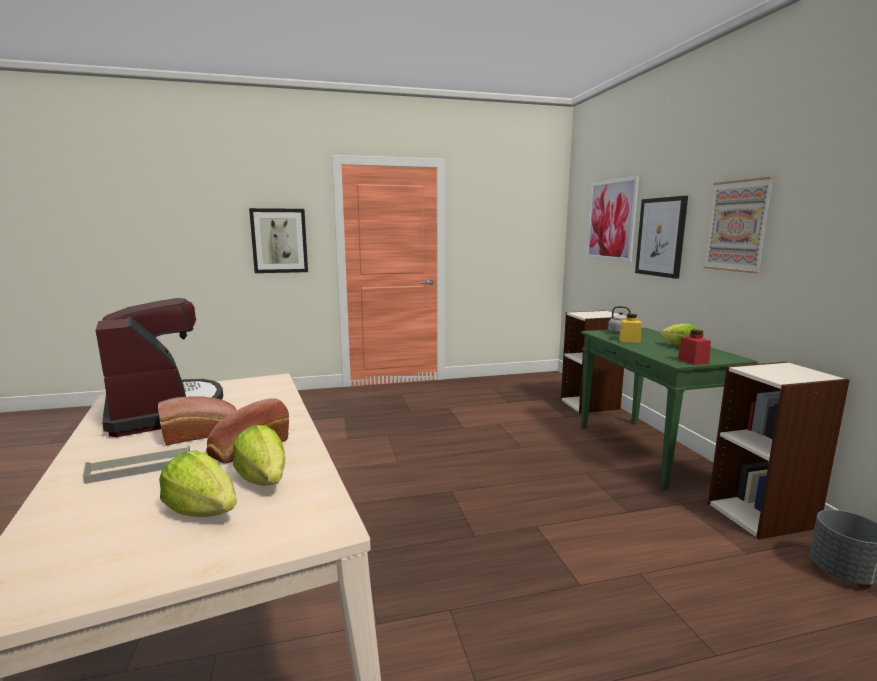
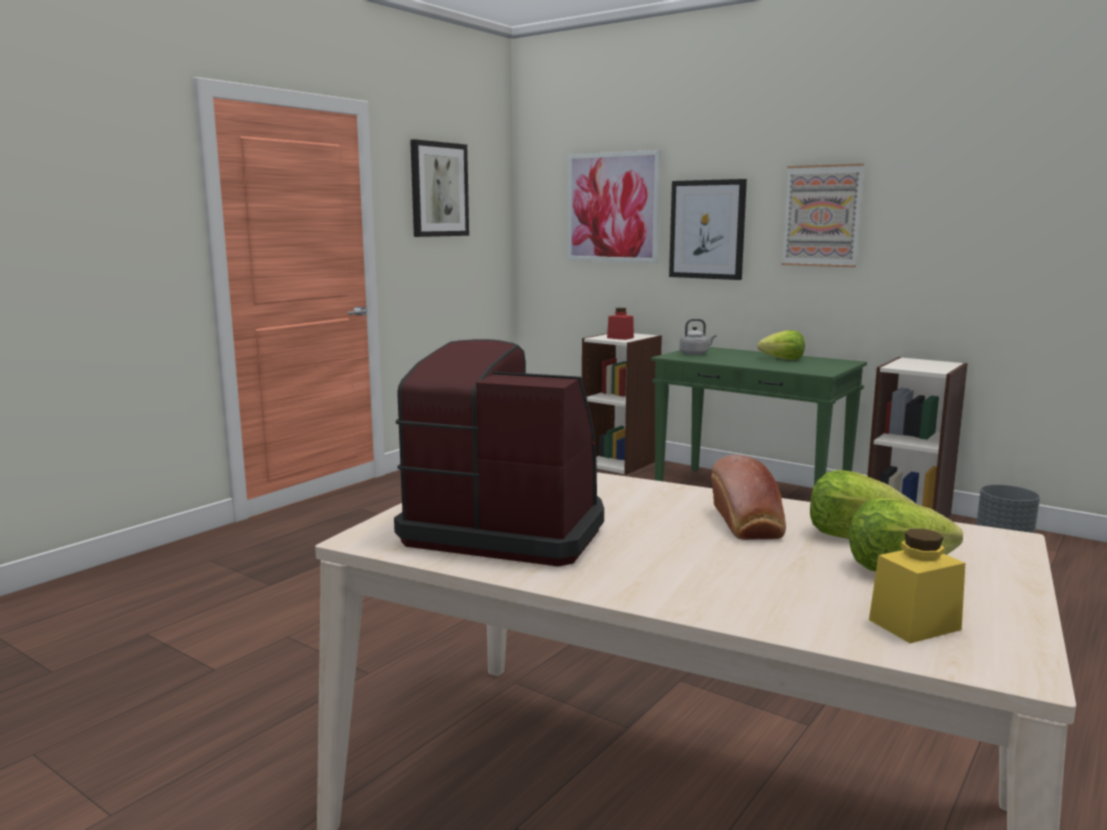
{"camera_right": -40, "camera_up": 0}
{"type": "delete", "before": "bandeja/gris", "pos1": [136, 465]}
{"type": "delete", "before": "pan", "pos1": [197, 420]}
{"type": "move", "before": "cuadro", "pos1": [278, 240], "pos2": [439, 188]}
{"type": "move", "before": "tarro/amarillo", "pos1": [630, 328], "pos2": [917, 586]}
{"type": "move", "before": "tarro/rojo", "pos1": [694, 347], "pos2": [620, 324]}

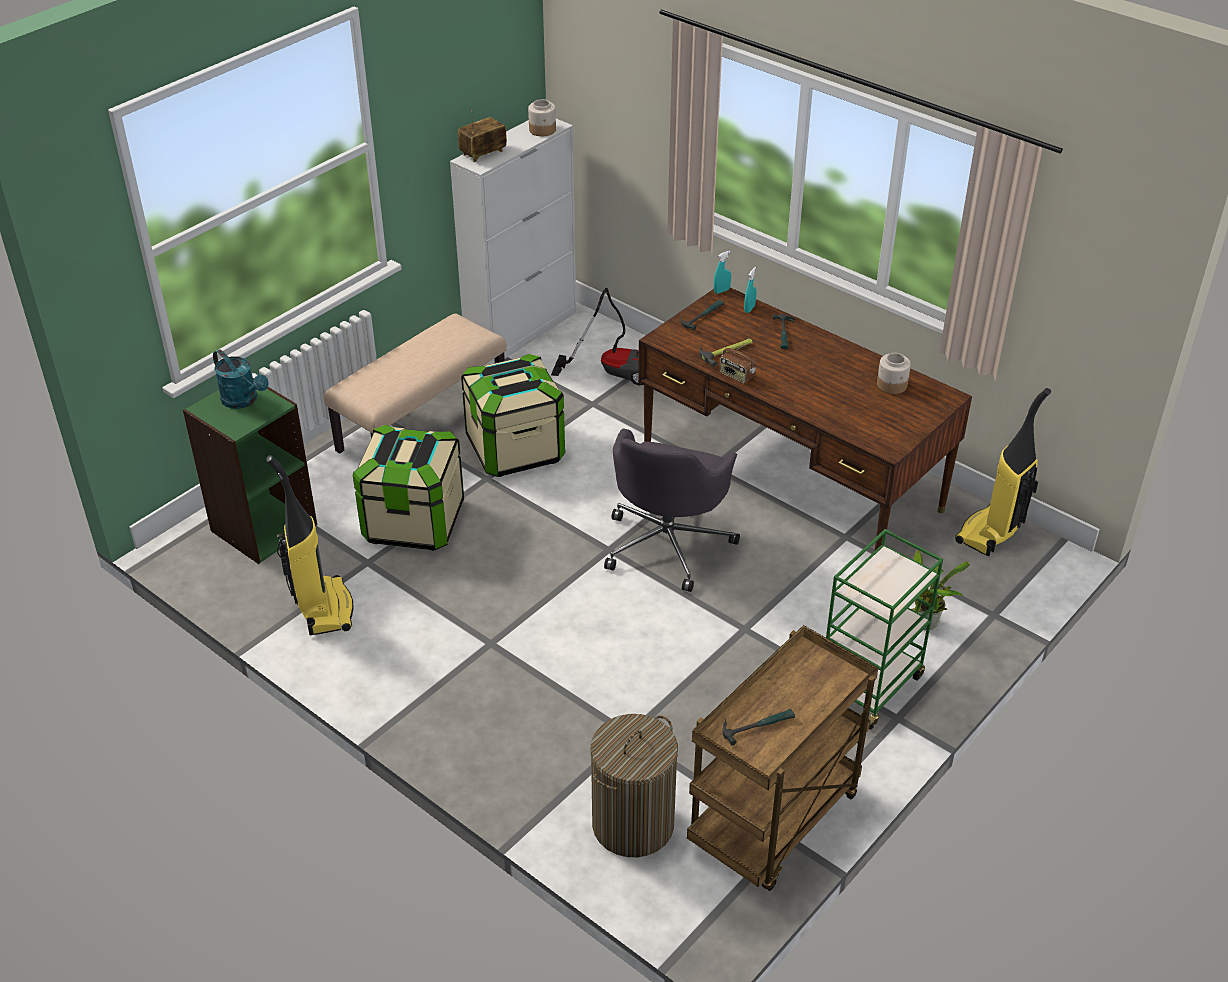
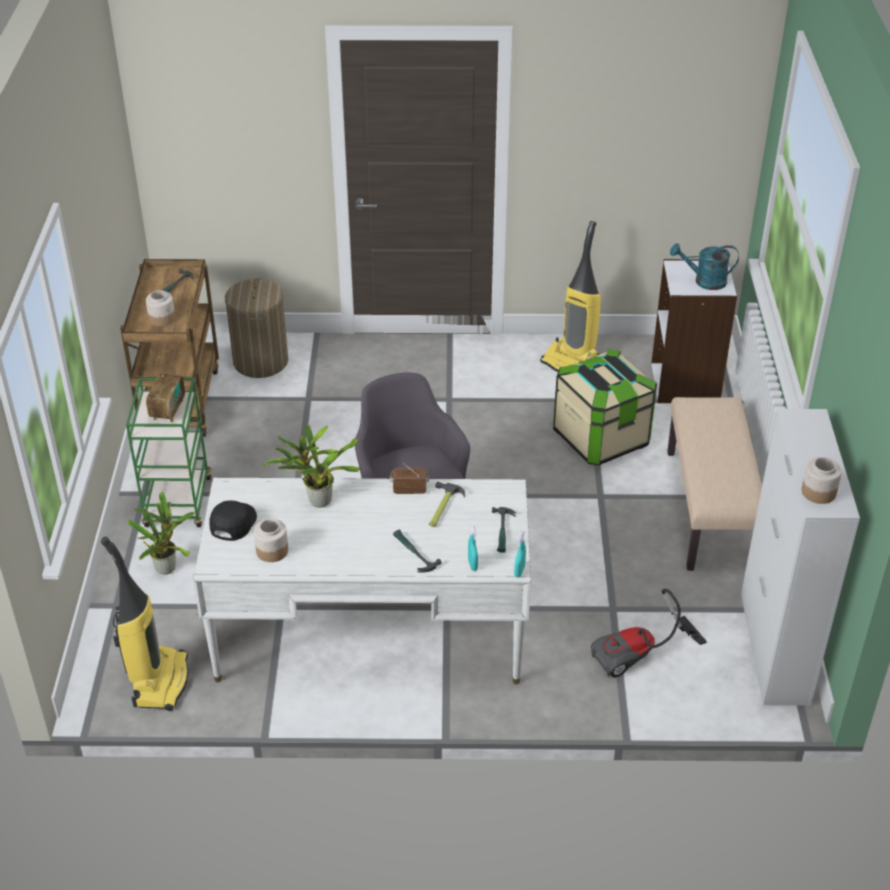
{"camera_right": 140, "camera_up": 0}
{"type": "delete", "before": "caja de almacenaje", "pos1": [513, 415]}
{"type": "insert", "after": "tarro", "pos2": [160, 308]}
{"type": "insert", "after": "gorra/negro", "pos2": [233, 520]}
{"type": "insert", "after": "planta en maceta", "pos2": [311, 466]}
{"type": "move", "before": "radio", "pos1": [482, 136], "pos2": [165, 389]}
{"type": "recolor", "before": "estantería/verde", "after": "estantería/blanco", "pos1": [250, 471], "pos2": [694, 331]}
{"type": "recolor", "before": "escritorio/marrón", "after": "escritorio/blanco", "pos1": [805, 419], "pos2": [362, 581]}

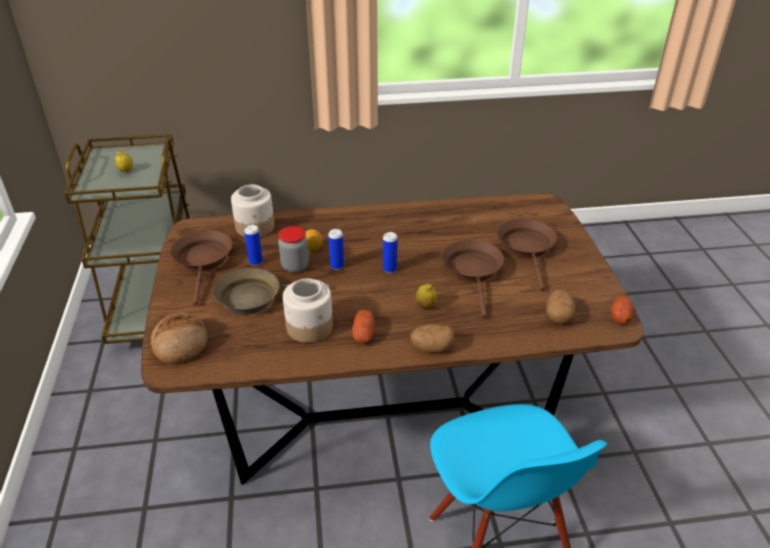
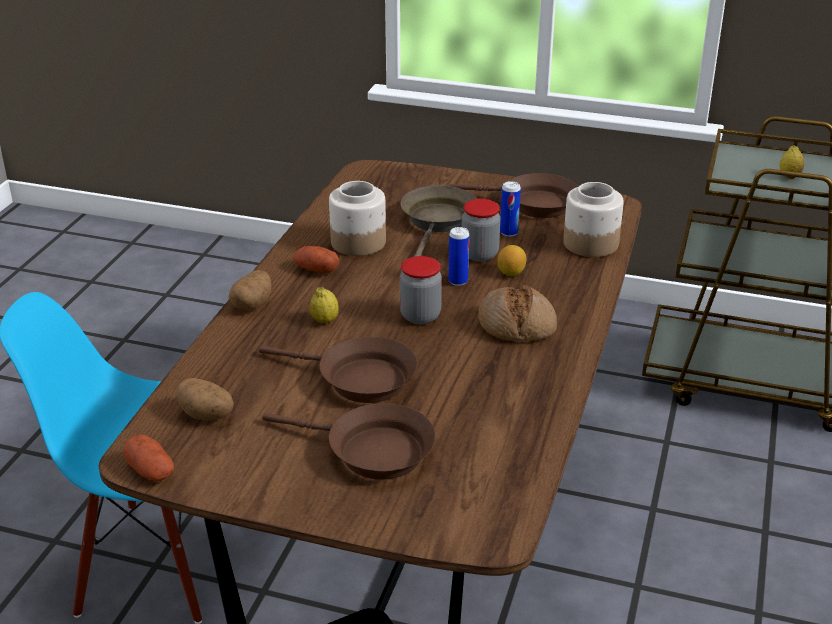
{"camera_right": 115, "camera_up": -5}
{"type": "move", "before": "pan", "pos1": [179, 338], "pos2": [517, 313]}
{"type": "replace", "before": "lata", "after": "tarro", "pos1": [390, 252], "pos2": [421, 290]}

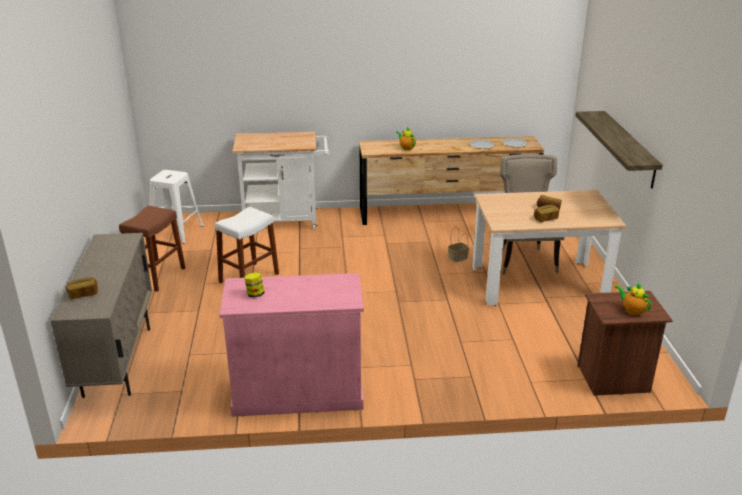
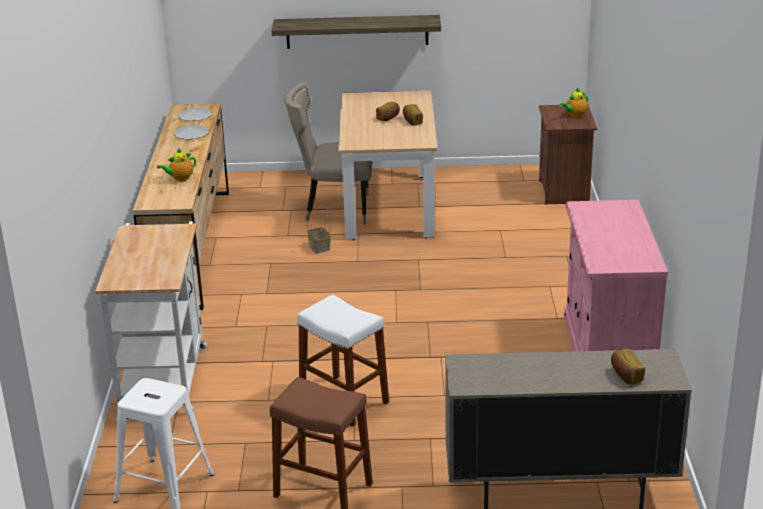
{"camera_right": -85, "camera_up": 0}
{"type": "delete", "before": "tarro", "pos1": [254, 285]}

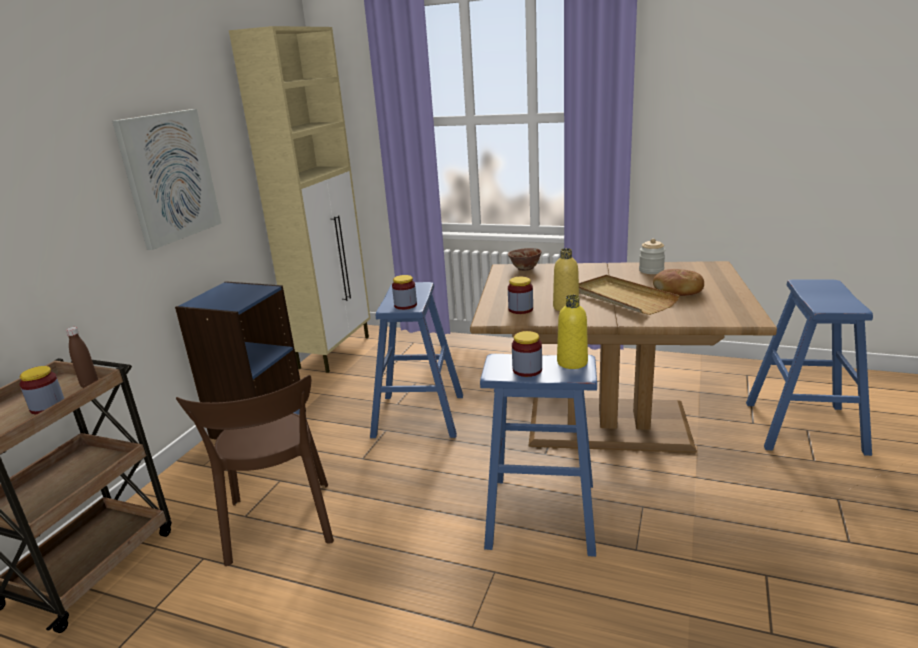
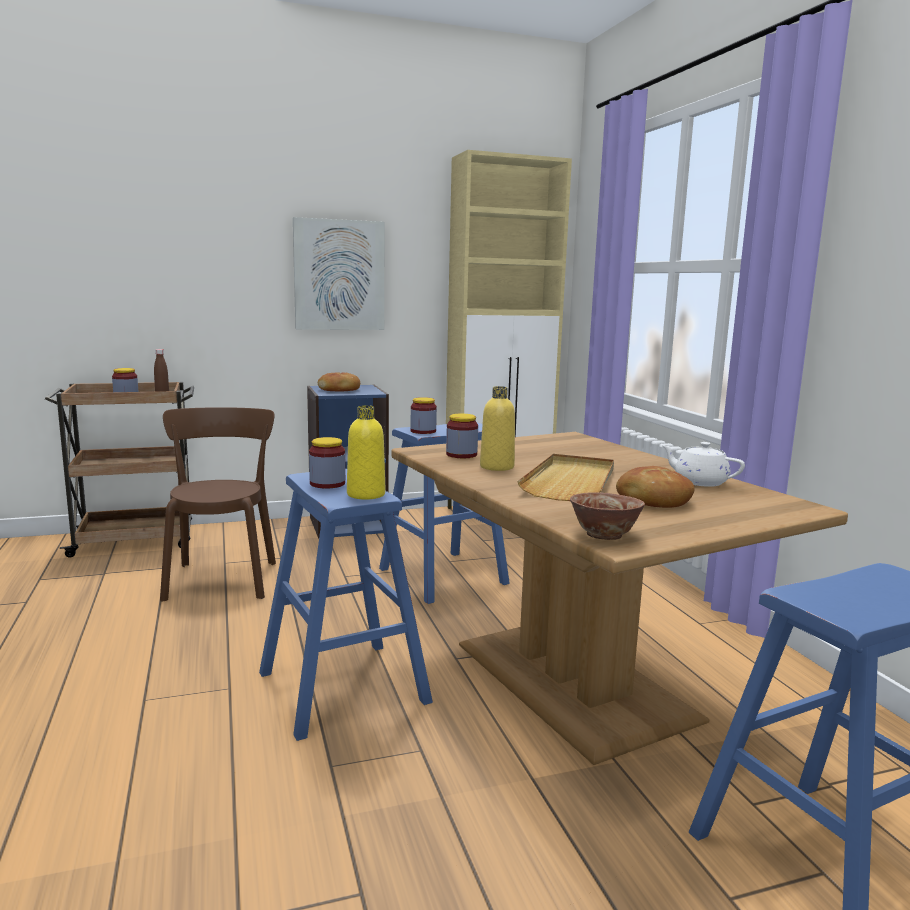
{"camera_right": 50, "camera_up": -10}
{"type": "insert", "after": "pan", "pos2": [339, 382]}
{"type": "move", "before": "cuenco", "pos1": [525, 259], "pos2": [607, 516]}
{"type": "replace", "before": "tarro", "after": "tetera/blanco", "pos1": [652, 256], "pos2": [703, 464]}
{"type": "rotate", "before": "silla/marrón", "pos1": [255, 470], "pos2": [218, 504], "turn": 135}

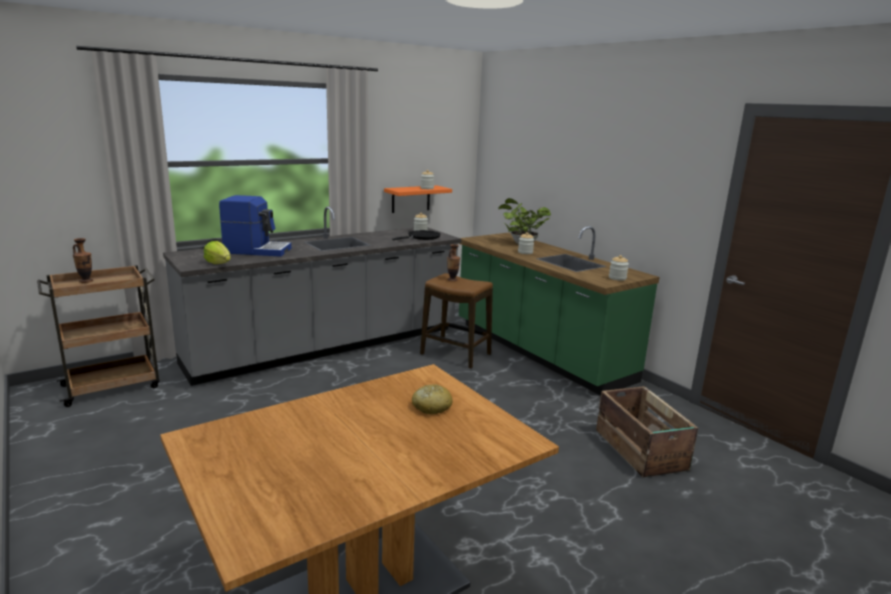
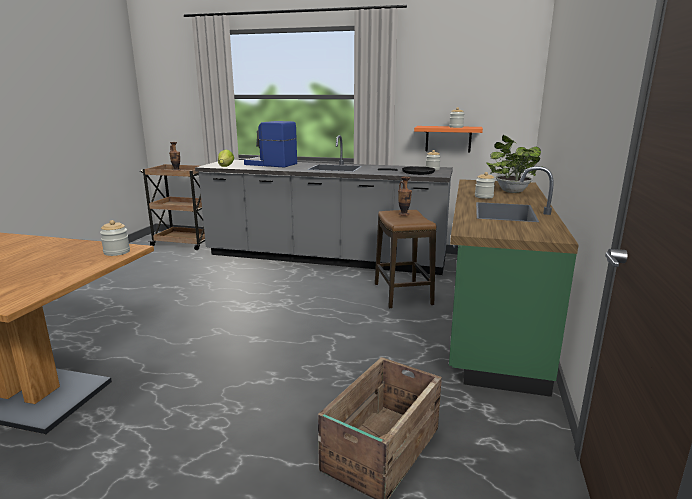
{"camera_right": 50, "camera_up": 0}
{"type": "delete", "before": "pan", "pos1": [432, 399]}
{"type": "move", "before": "tarro", "pos1": [619, 268], "pos2": [115, 238]}
{"type": "rotate", "before": "cafetera", "pos1": [255, 226], "pos2": [270, 144], "turn": 150}

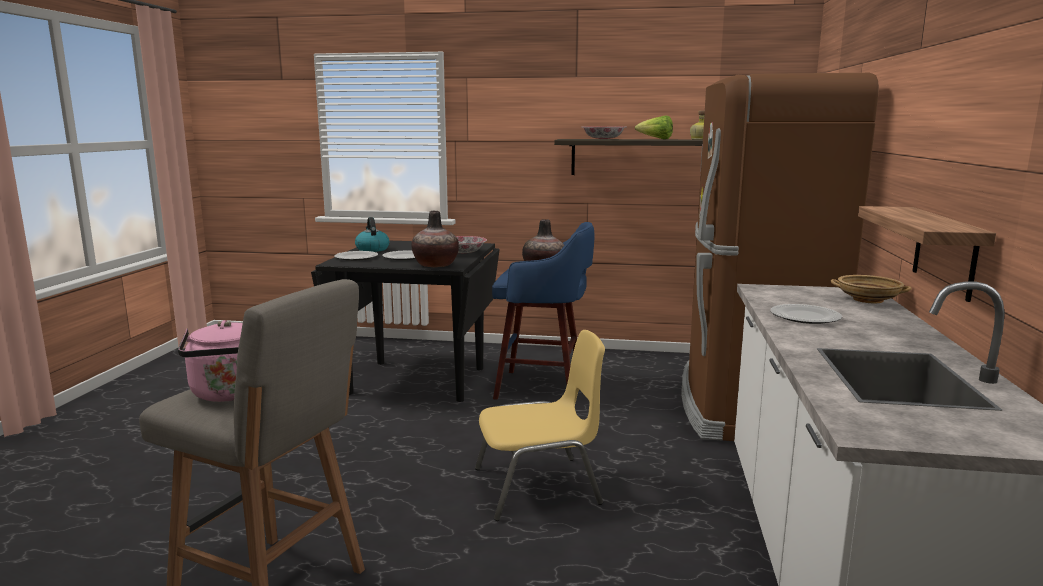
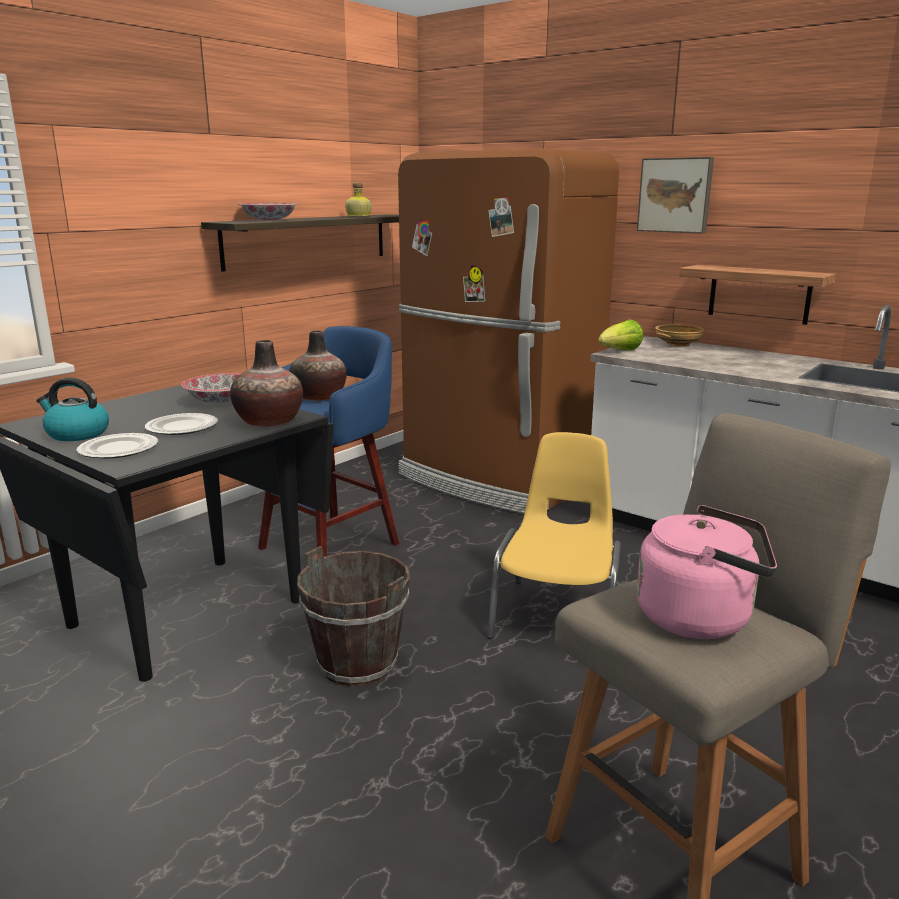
{"camera_right": -60, "camera_up": 5}
{"type": "delete", "before": "plato", "pos1": [806, 314]}
{"type": "insert", "after": "cubo/marrón", "pos2": [353, 616]}
{"type": "insert", "after": "cuadro", "pos2": [675, 195]}
{"type": "move", "before": "lechuga", "pos1": [654, 127], "pos2": [620, 334]}

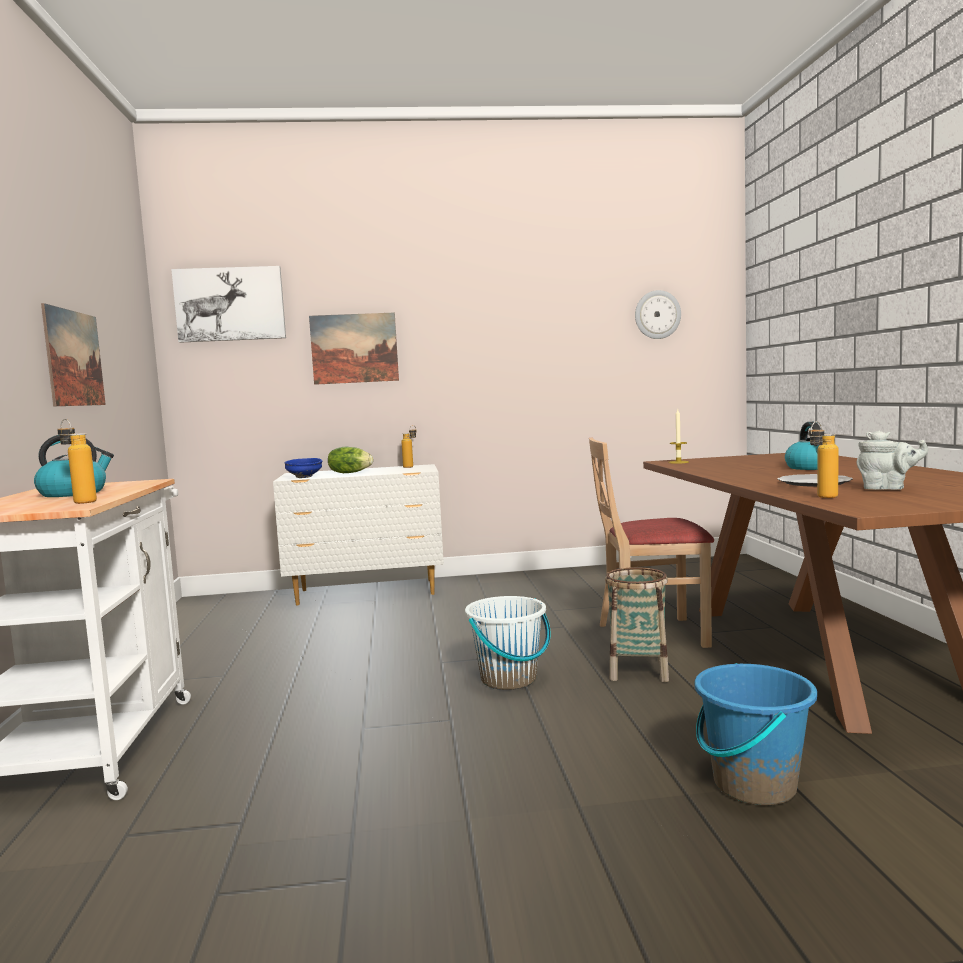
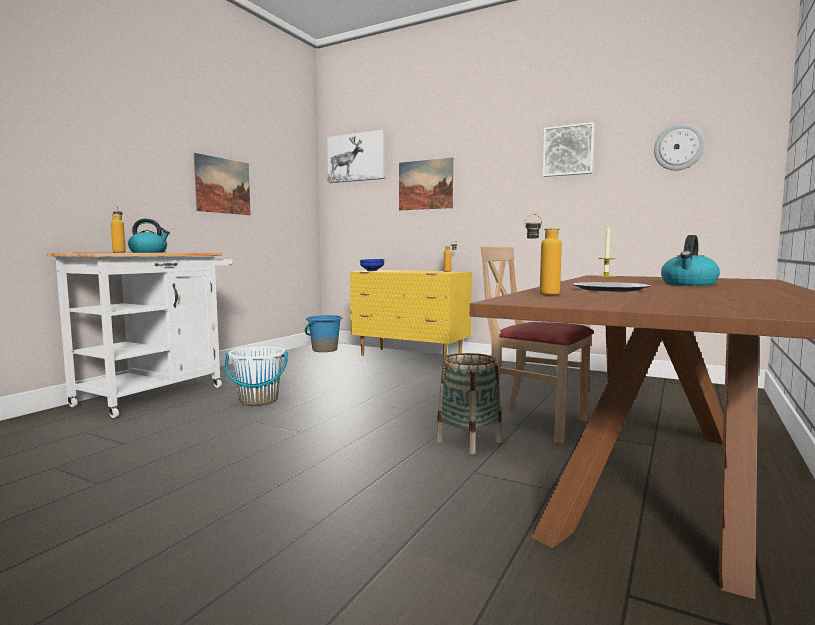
{"camera_right": 35, "camera_up": 0}
{"type": "delete", "before": "lechuga", "pos1": [350, 460]}
{"type": "delete", "before": "tetera/gris", "pos1": [892, 460]}
{"type": "insert", "after": "cuadro", "pos2": [569, 149]}
{"type": "move", "before": "cubo/blanco", "pos1": [508, 643], "pos2": [256, 376]}
{"type": "move", "before": "cubo/azul", "pos1": [756, 734], "pos2": [323, 333]}
{"type": "recolor", "before": "cómoda/blanco", "after": "cómoda/amarillo", "pos1": [358, 534], "pos2": [411, 316]}

